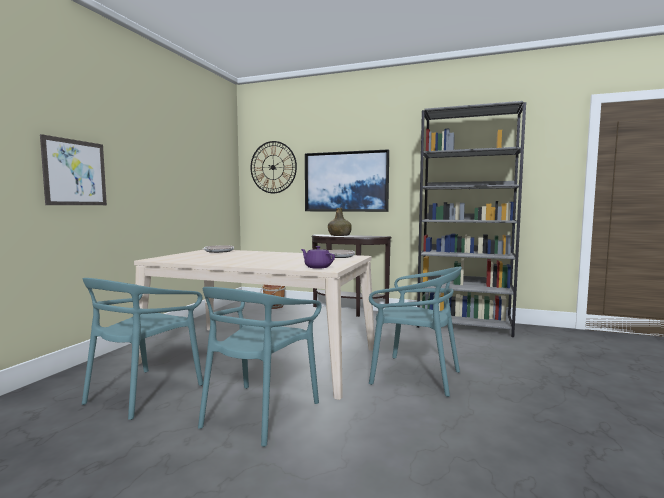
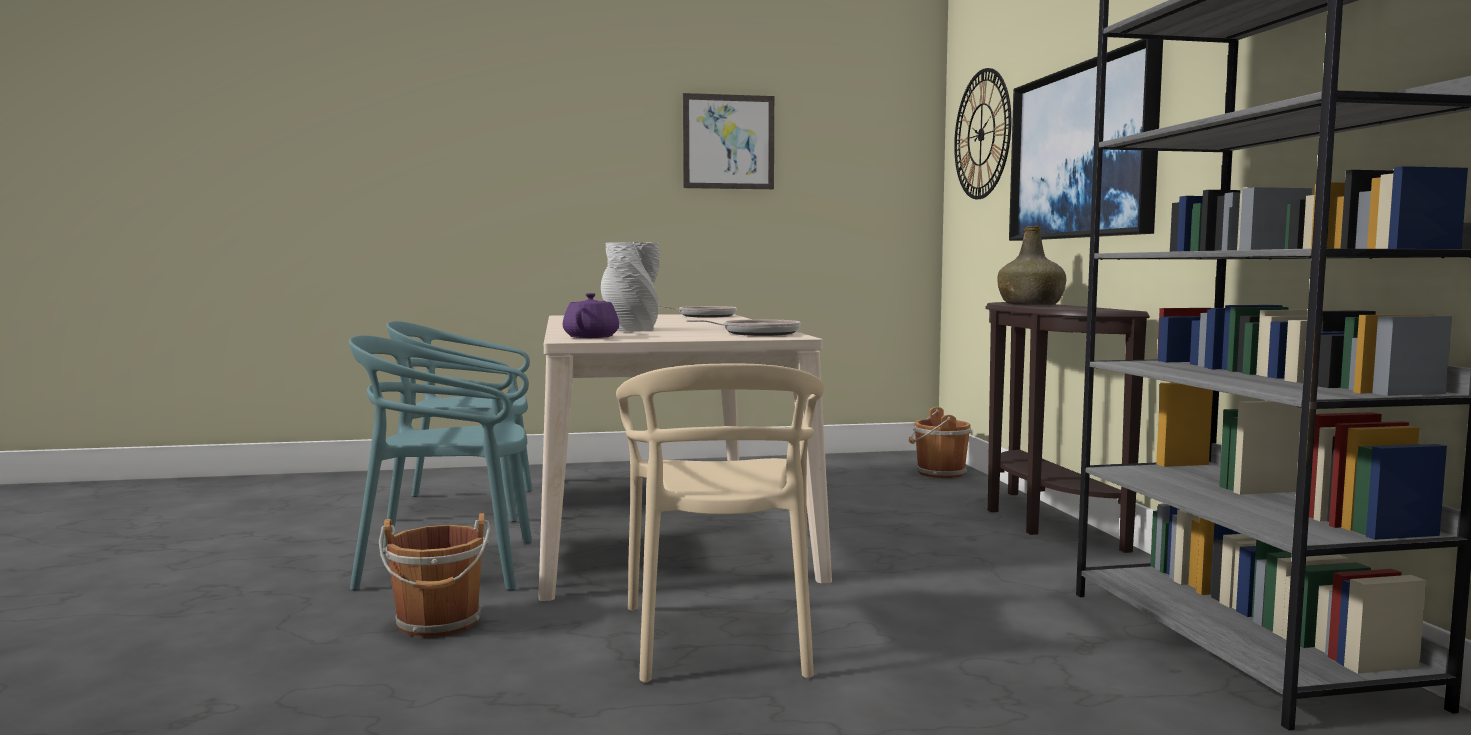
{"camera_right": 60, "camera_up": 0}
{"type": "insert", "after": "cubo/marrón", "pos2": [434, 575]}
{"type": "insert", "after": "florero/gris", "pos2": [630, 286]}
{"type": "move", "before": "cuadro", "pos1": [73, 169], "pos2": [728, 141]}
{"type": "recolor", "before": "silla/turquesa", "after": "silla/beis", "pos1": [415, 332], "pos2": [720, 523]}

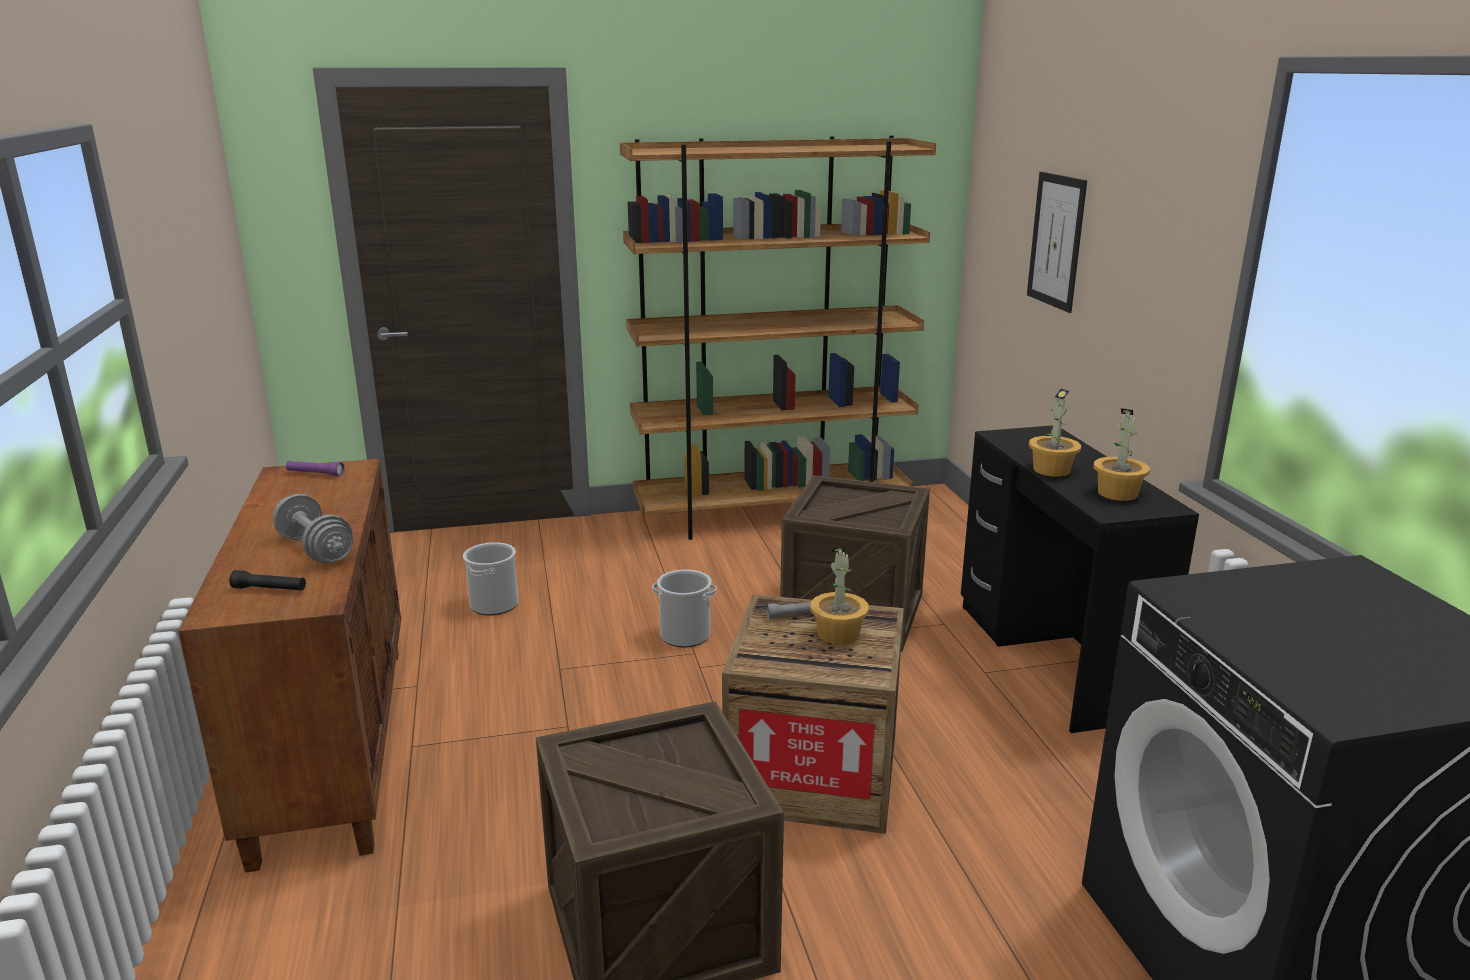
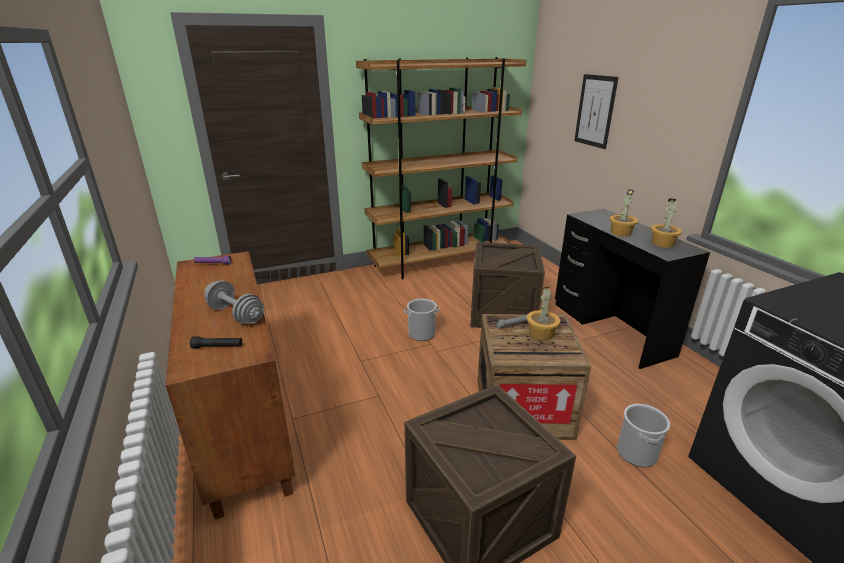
{"camera_right": -10, "camera_up": 5}
{"type": "move", "before": "cubo", "pos1": [490, 578], "pos2": [643, 435]}

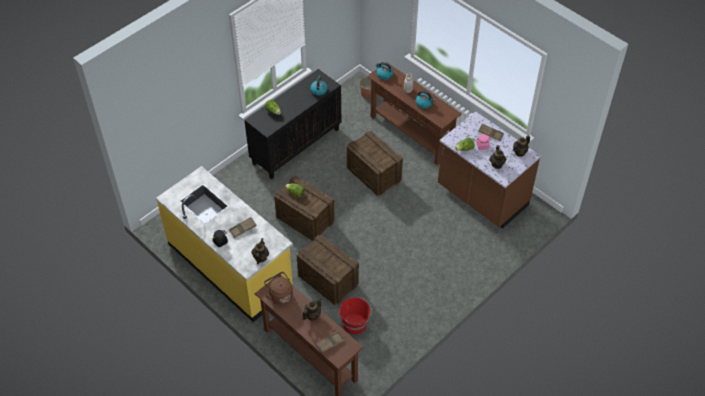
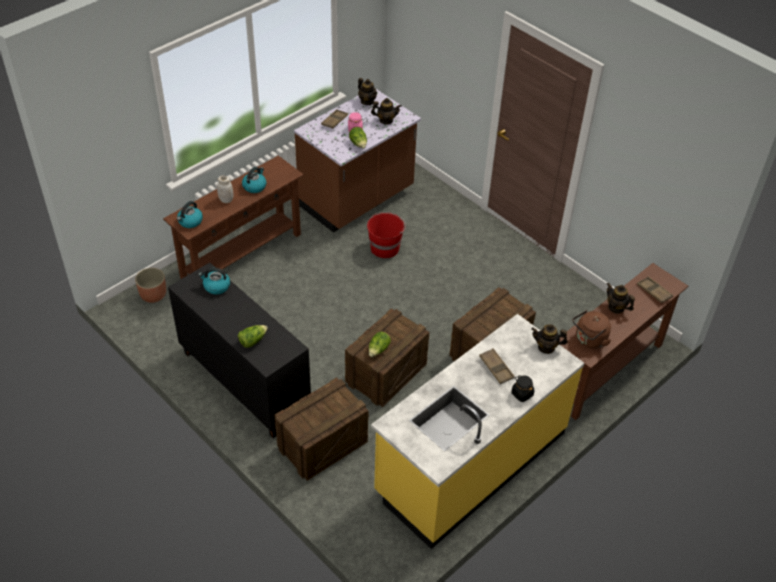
{"camera_right": -90, "camera_up": -5}
{"type": "move", "before": "cubo/rojo", "pos1": [355, 315], "pos2": [386, 235]}
{"type": "move", "before": "caja de embalaje", "pos1": [375, 163], "pos2": [322, 429]}

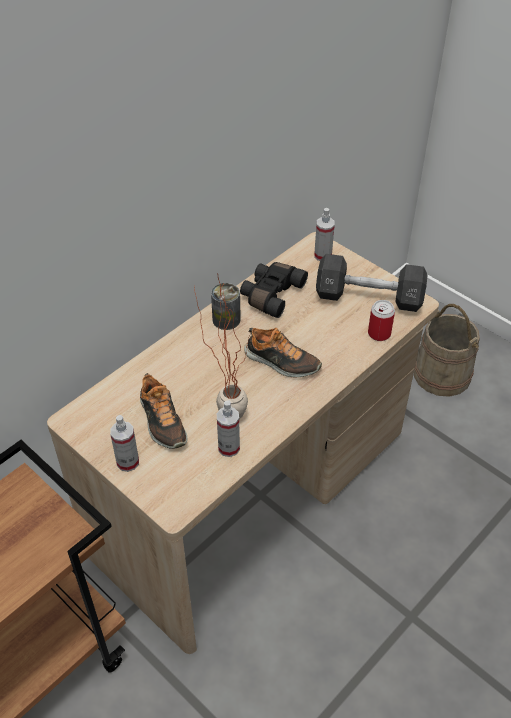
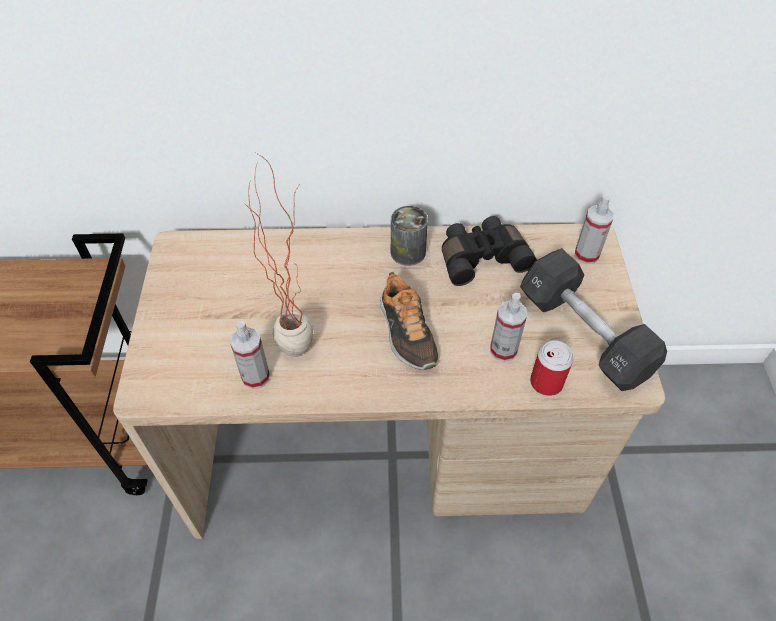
{"camera_right": 45, "camera_up": 5}
{"type": "delete", "before": "zapato", "pos1": [163, 411]}
{"type": "delete", "before": "cubo/beis", "pos1": [447, 350]}
{"type": "move", "before": "pulverizador", "pos1": [124, 443], "pos2": [508, 327]}

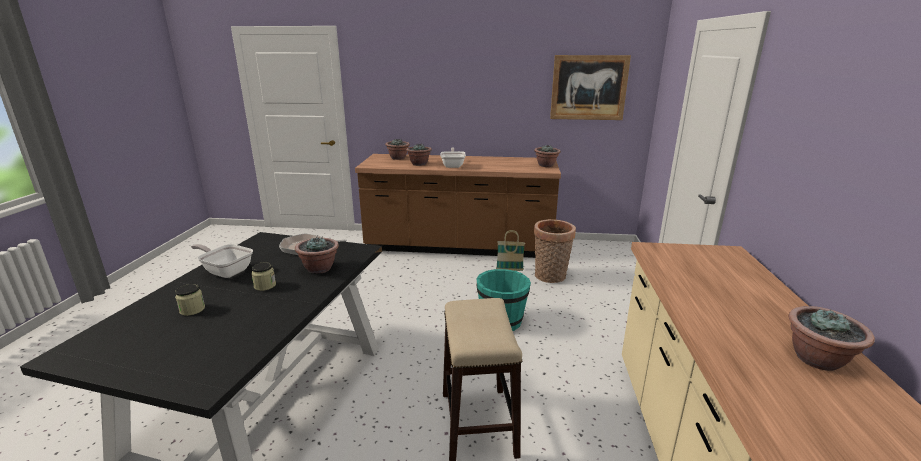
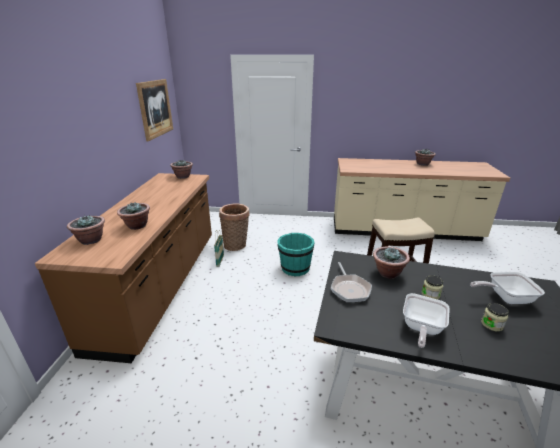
{"camera_right": -90, "camera_up": 5}
{"type": "move", "before": "sartén", "pos1": [453, 157], "pos2": [507, 288]}

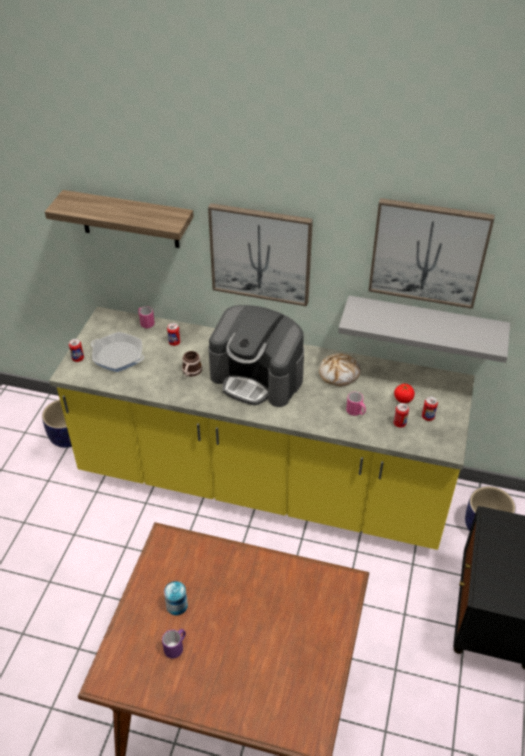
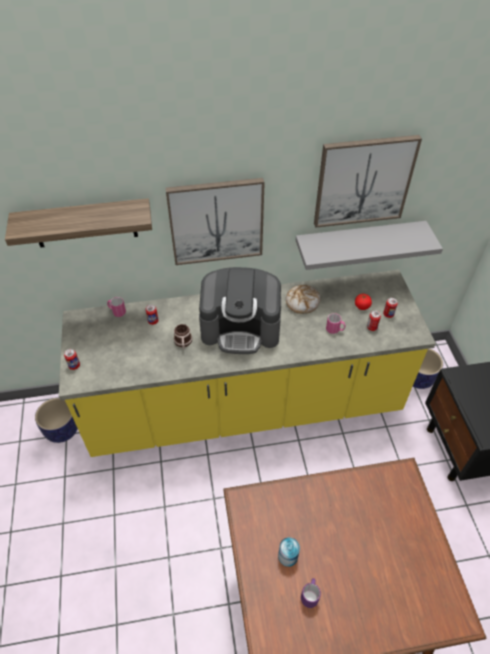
{"camera_right": -25, "camera_up": 5}
{"type": "delete", "before": "sartén", "pos1": [117, 352]}

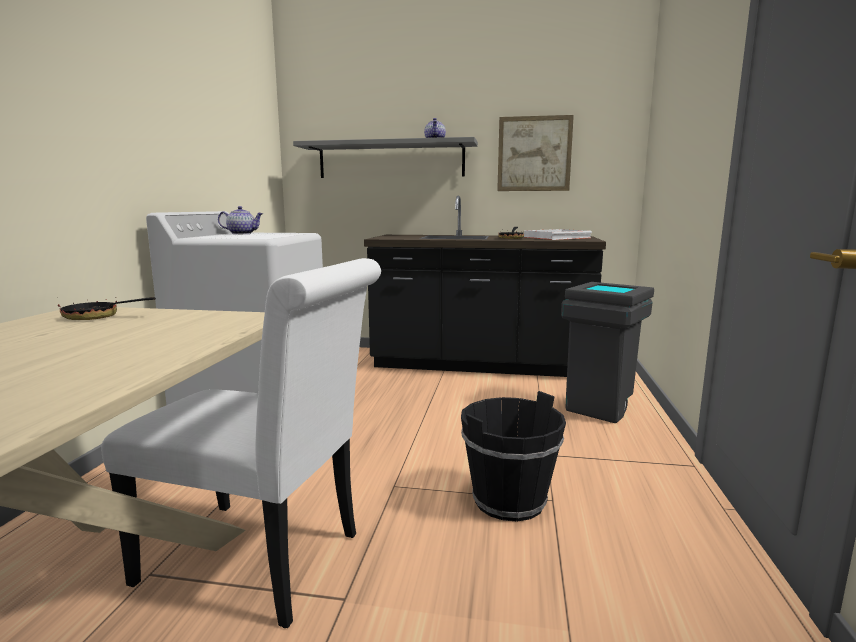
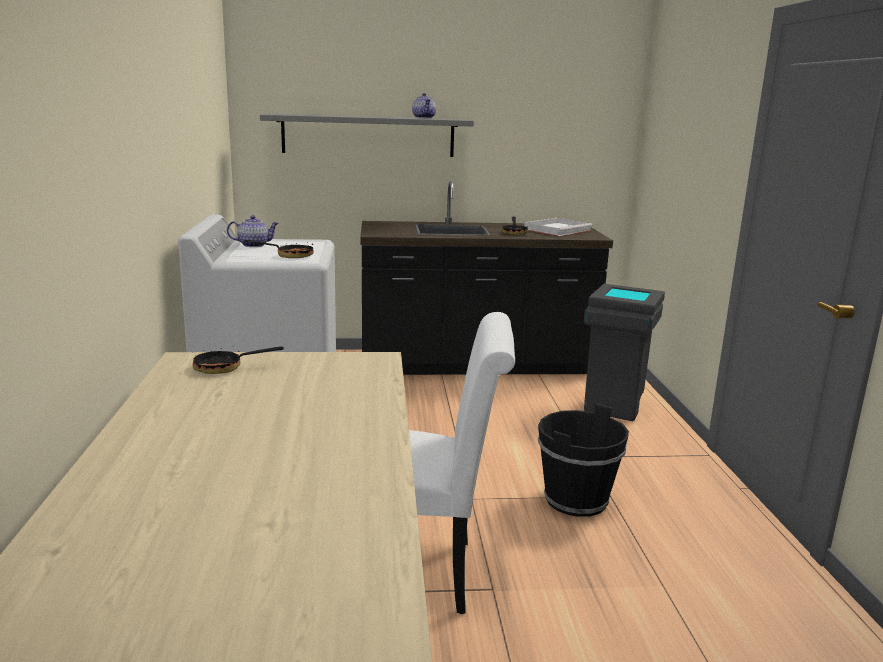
{"camera_right": -15, "camera_up": 5}
{"type": "delete", "before": "cuadro", "pos1": [535, 153]}
{"type": "insert", "after": "sartén", "pos2": [279, 249]}

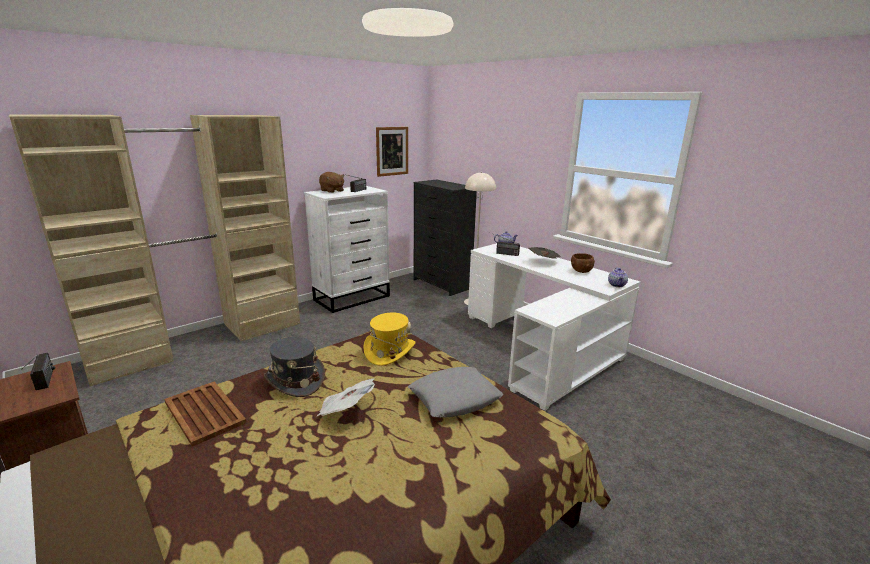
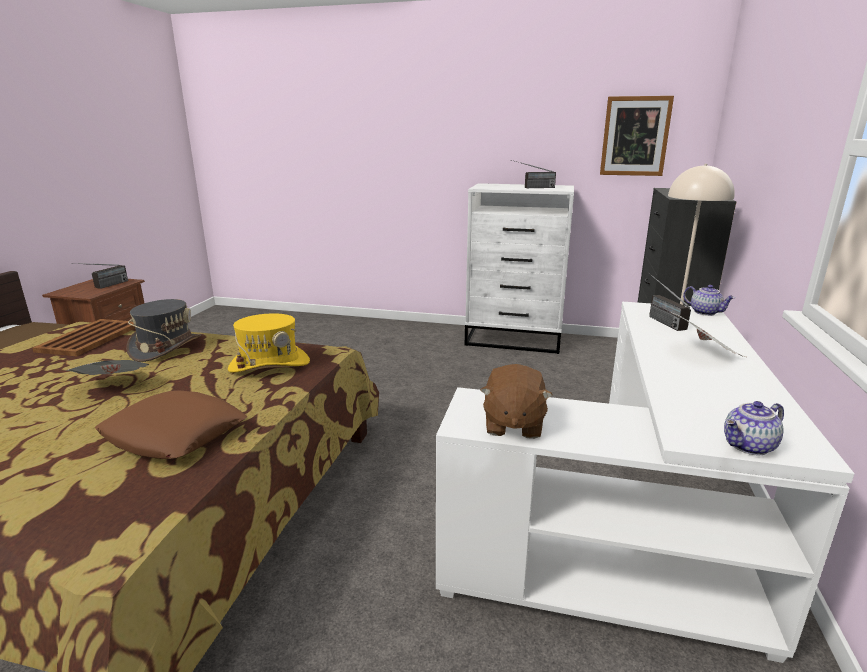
{"camera_right": 55, "camera_up": 0}
{"type": "delete", "before": "armario ropero/beis", "pos1": [154, 250]}
{"type": "delete", "before": "cuenco/marrón", "pos1": [583, 263]}
{"type": "move", "before": "peluche/marrón", "pos1": [332, 182], "pos2": [516, 401]}
{"type": "recolor", "before": "cojín/gris", "after": "cojín/marrón", "pos1": [455, 392], "pos2": [171, 424]}

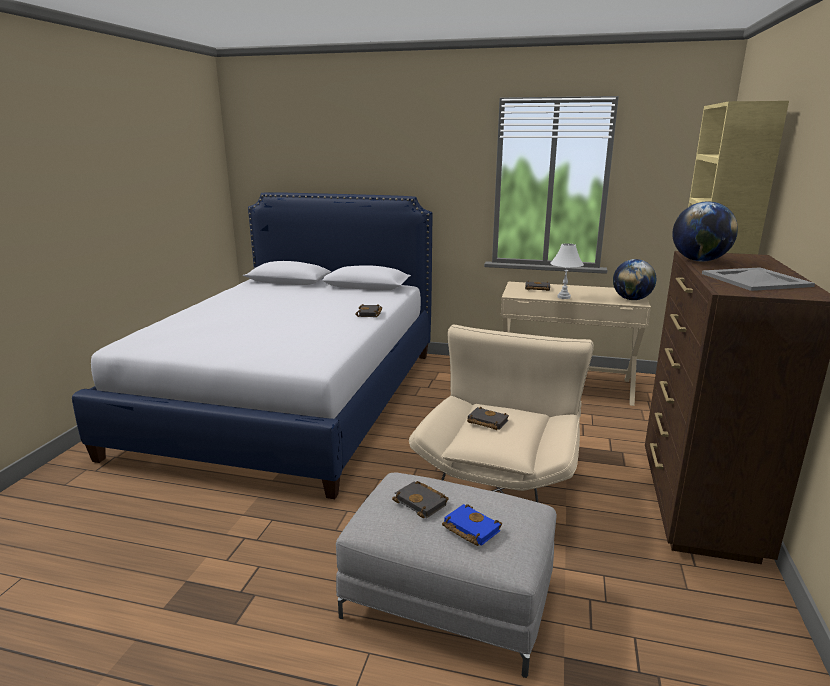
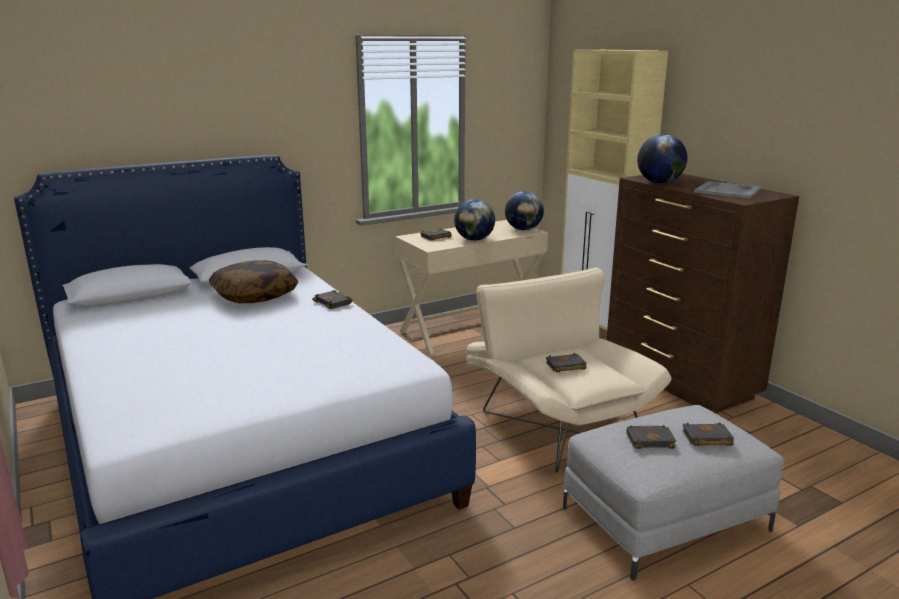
{"camera_right": -45, "camera_up": 0}
{"type": "insert", "after": "cojín", "pos2": [253, 281]}
{"type": "replace", "before": "lámpara de mesa/blanco", "after": "globo terráqueo", "pos1": [567, 271], "pos2": [474, 220]}
{"type": "recolor", "before": "libro/azul", "after": "libro/negro", "pos1": [472, 525], "pos2": [708, 434]}

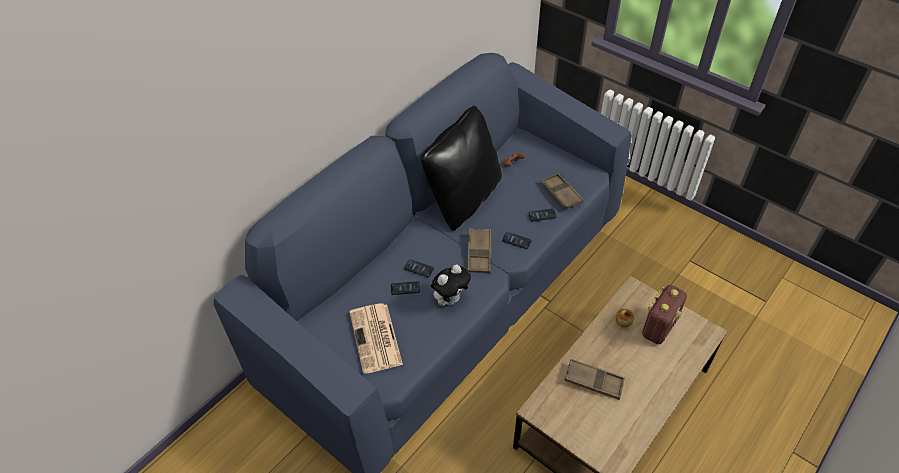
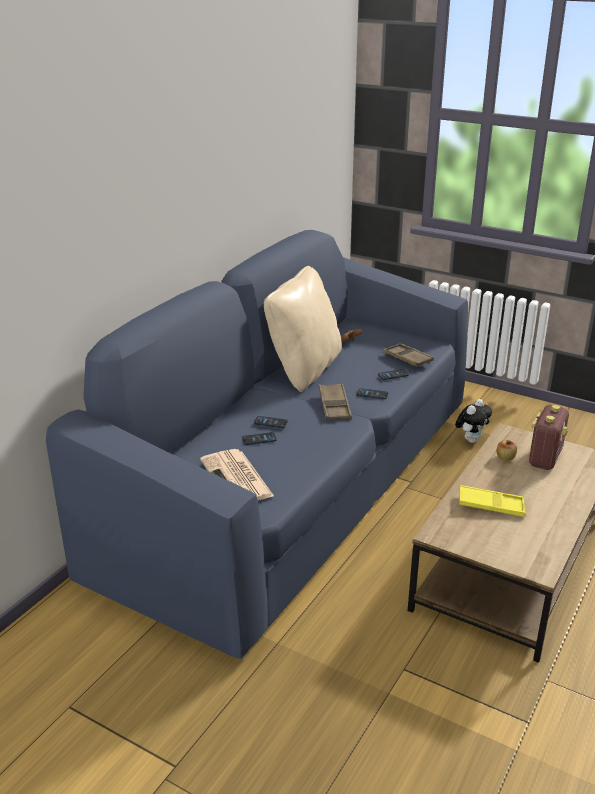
{"camera_right": -10, "camera_up": -20}
{"type": "move", "before": "peluche", "pos1": [451, 285], "pos2": [473, 421]}
{"type": "recolor", "before": "cojín/negro", "after": "cojín/beis", "pos1": [461, 168], "pos2": [303, 329]}
{"type": "recolor", "before": "bandeja/marrón", "after": "bandeja/amarillo", "pos1": [595, 379], "pos2": [492, 501]}

